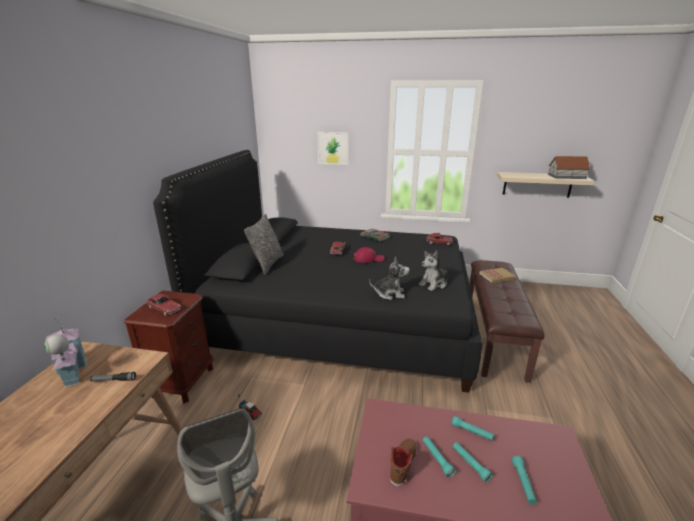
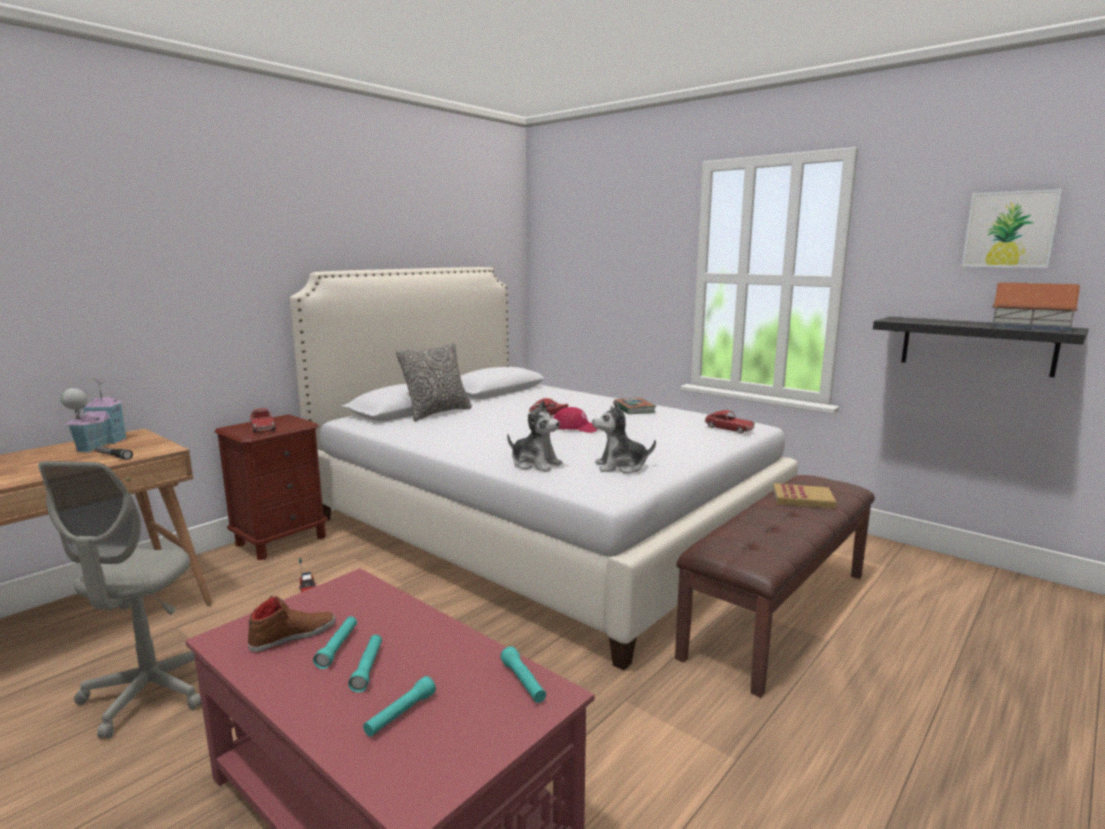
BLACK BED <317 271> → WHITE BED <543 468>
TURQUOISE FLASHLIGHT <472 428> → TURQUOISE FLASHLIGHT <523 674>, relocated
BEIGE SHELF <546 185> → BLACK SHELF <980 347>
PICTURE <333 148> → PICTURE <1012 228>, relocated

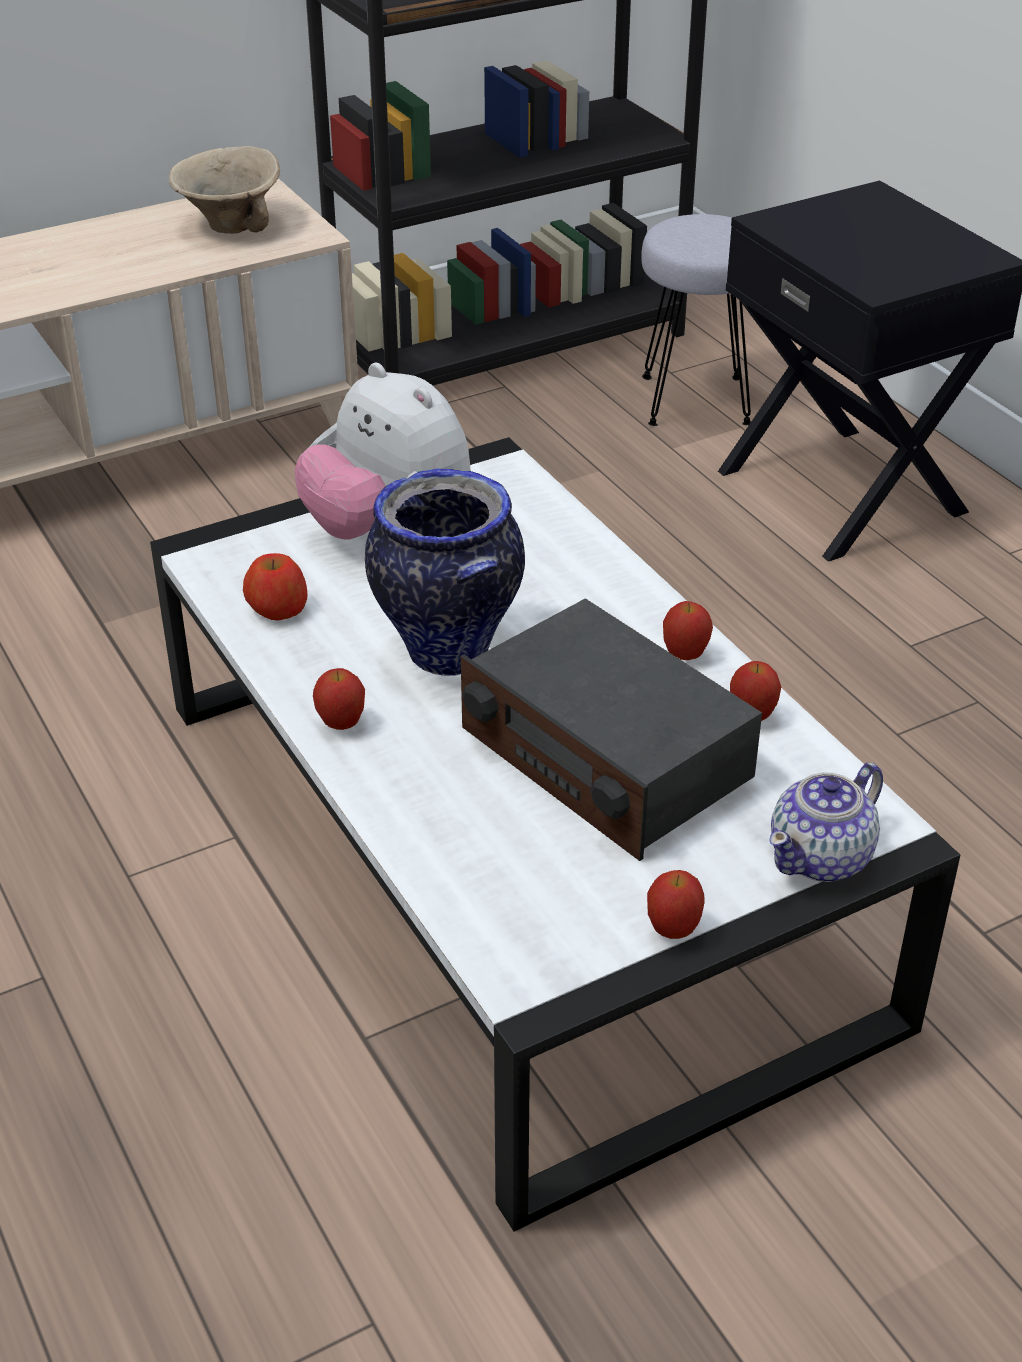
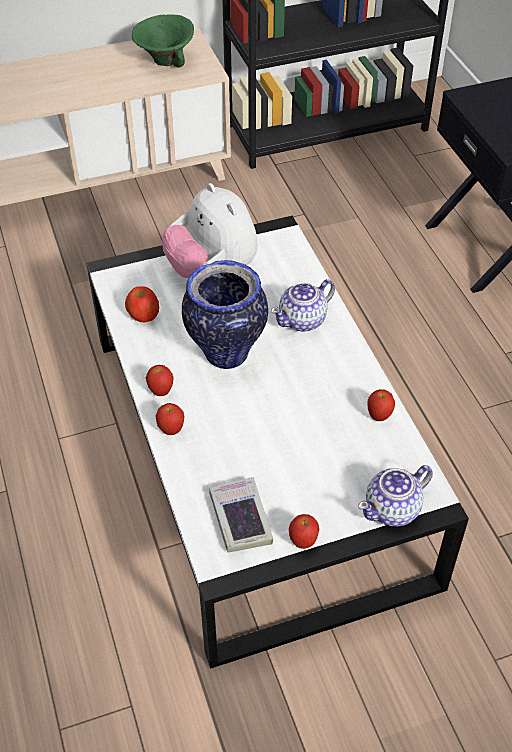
BEIGE BOWL <224 189> → GREEN BOWL <163 41>
APPLE <688 630> → APPLE <169 419>, relocated
- → BOOK <241 514>
- → TEAPOT <303 305>
RADIO <611 729> → -
GREY STOOL <696 320> → -

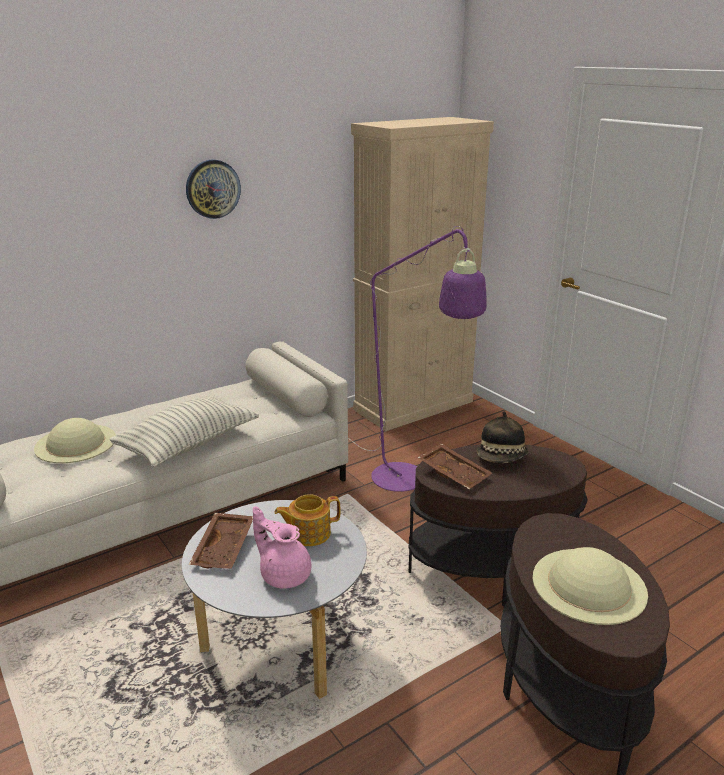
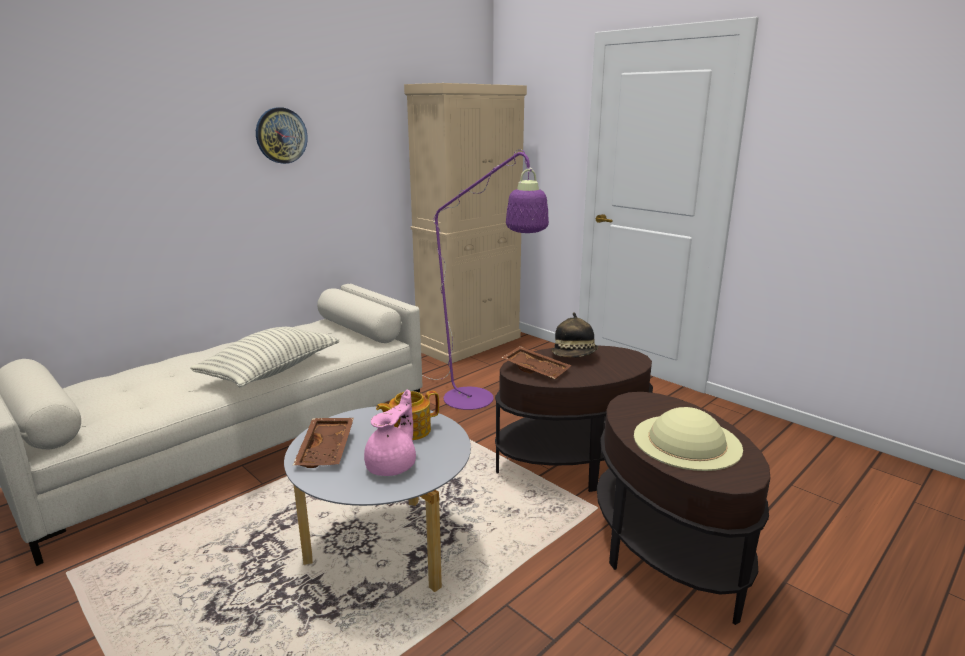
PINK TEAPOT <282 547> → PINK TEAPOT <390 433>, 90 degrees clockwise
BEIGE HAT <75 440> → -

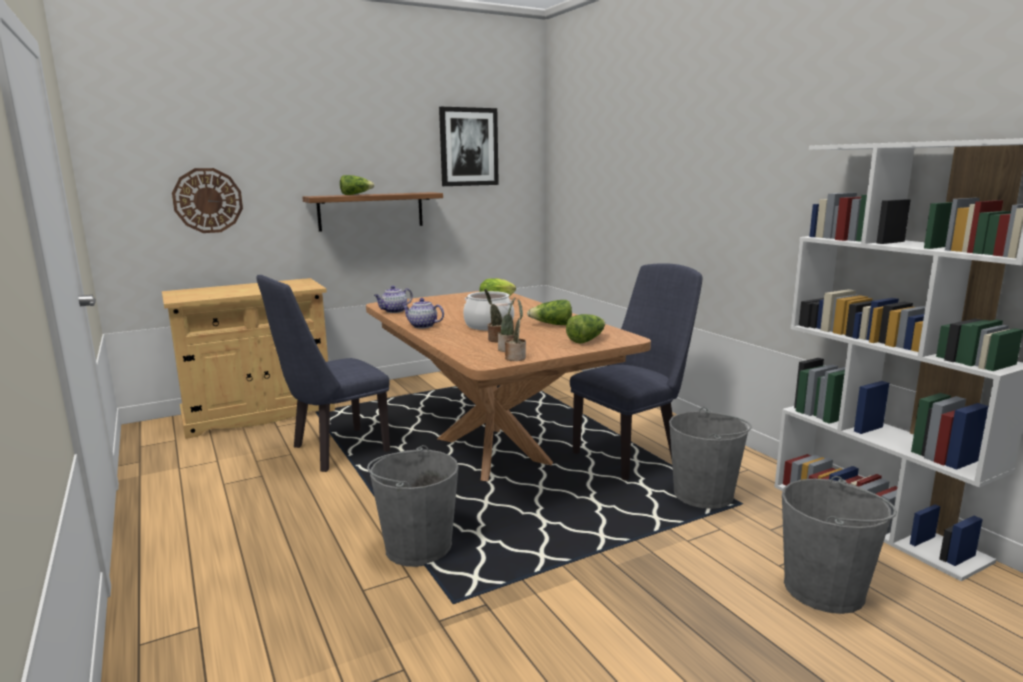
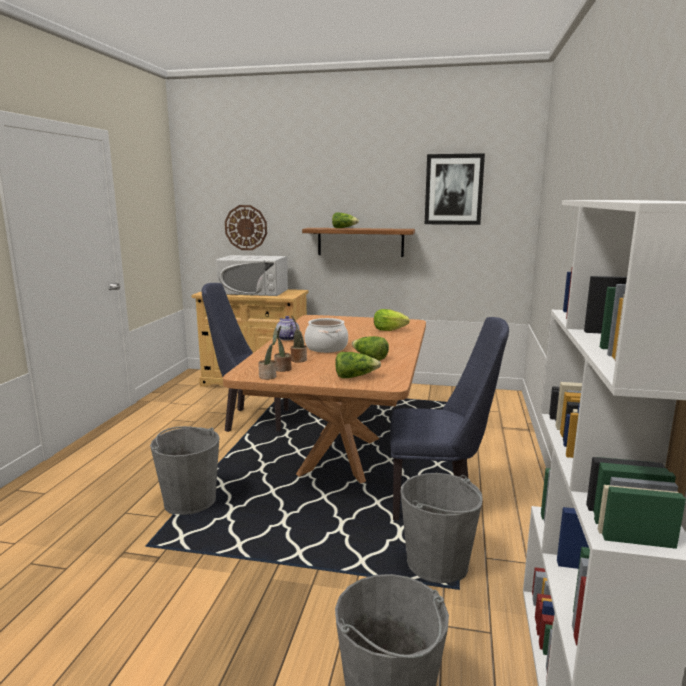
- → WHITE MICROWAVE <252 275>
TEAPOT <393 299> → -

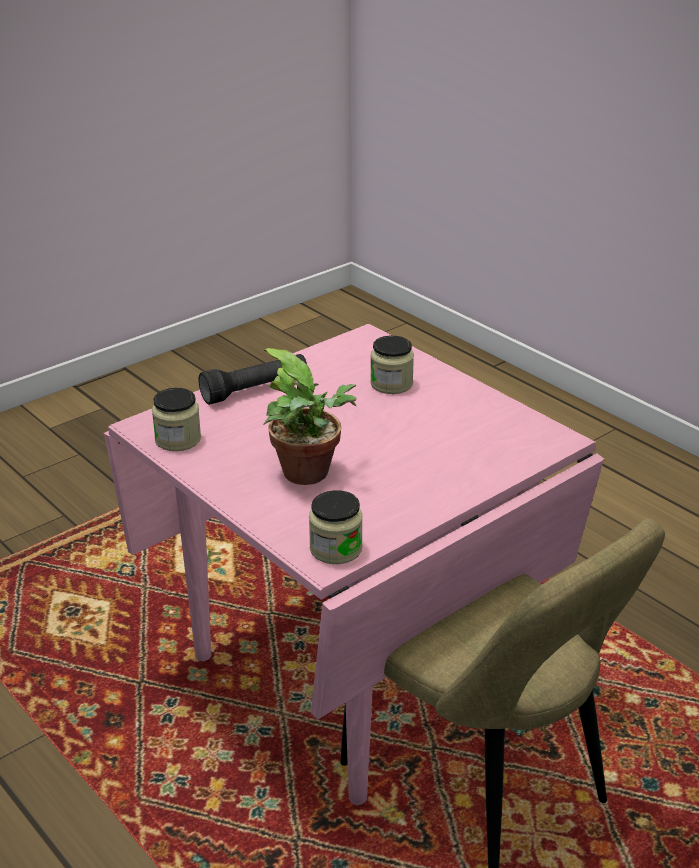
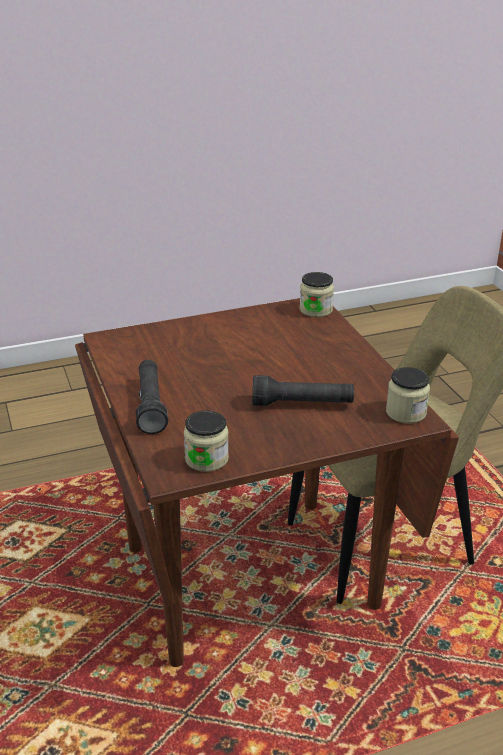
PINK DINING TABLE <354 564> → BROWN DINING TABLE <267 482>
POTTED PLANT <309 416> → BLACK FLASHLIGHT <303 390>
JAR <392 364> → JAR <316 294>, relocated

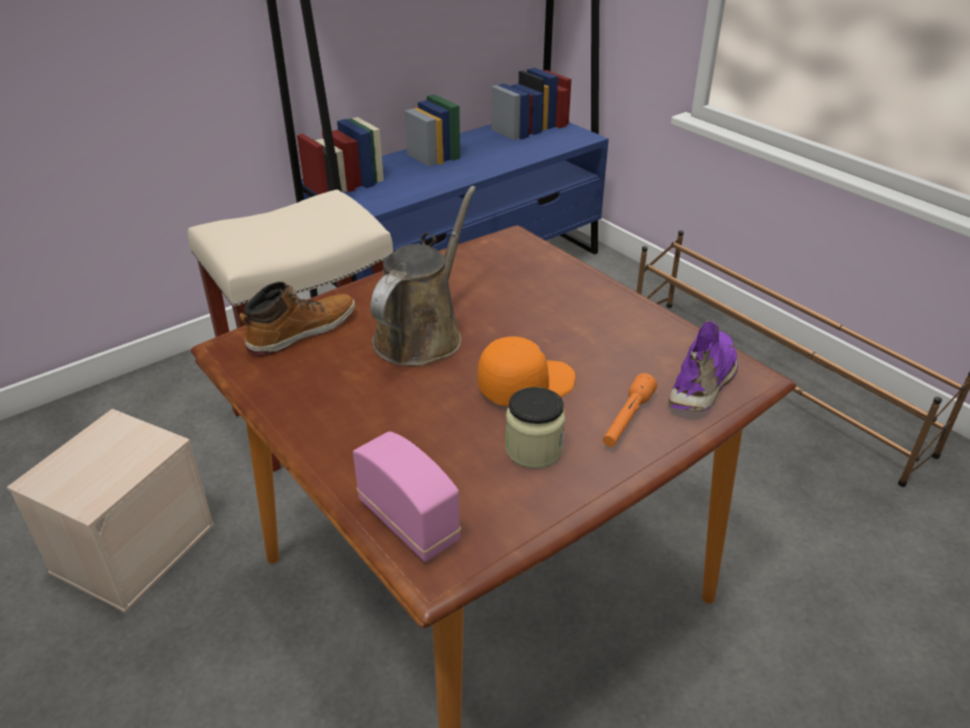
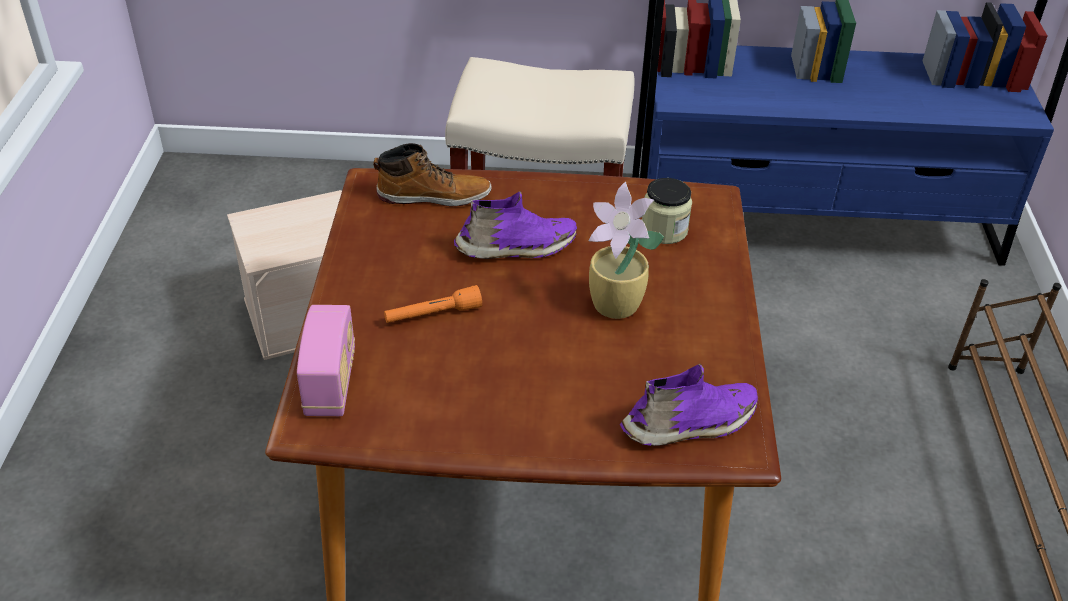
ORANGE FLASHLIGHT <630 410> → ORANGE FLASHLIGHT <433 304>, relocated
BROWN WATERING CAN <423 276> → PURPLE SHOE <515 225>
- → POTTED PLANT <626 250>
JAR <535 427> → JAR <667 211>, relocated
ORANGE CAP <526 371> → -

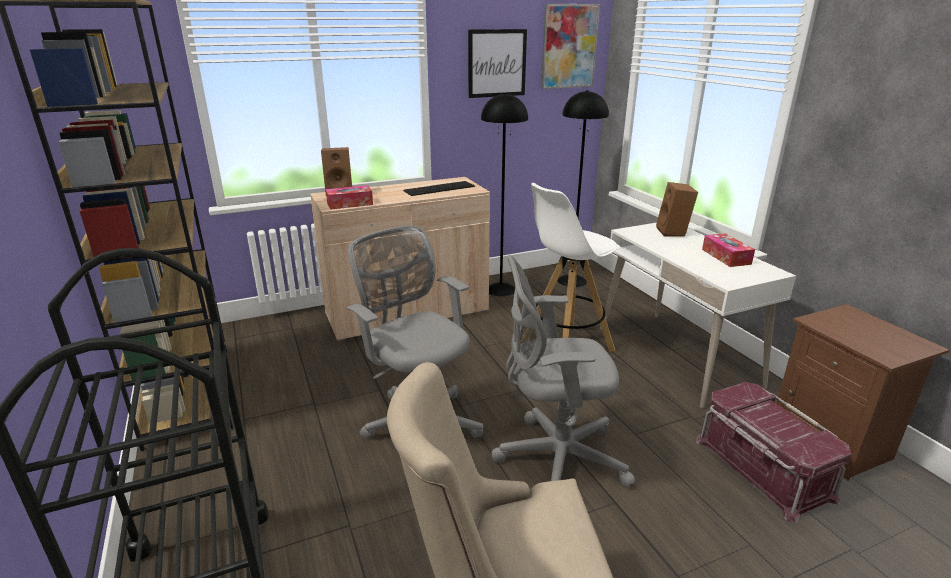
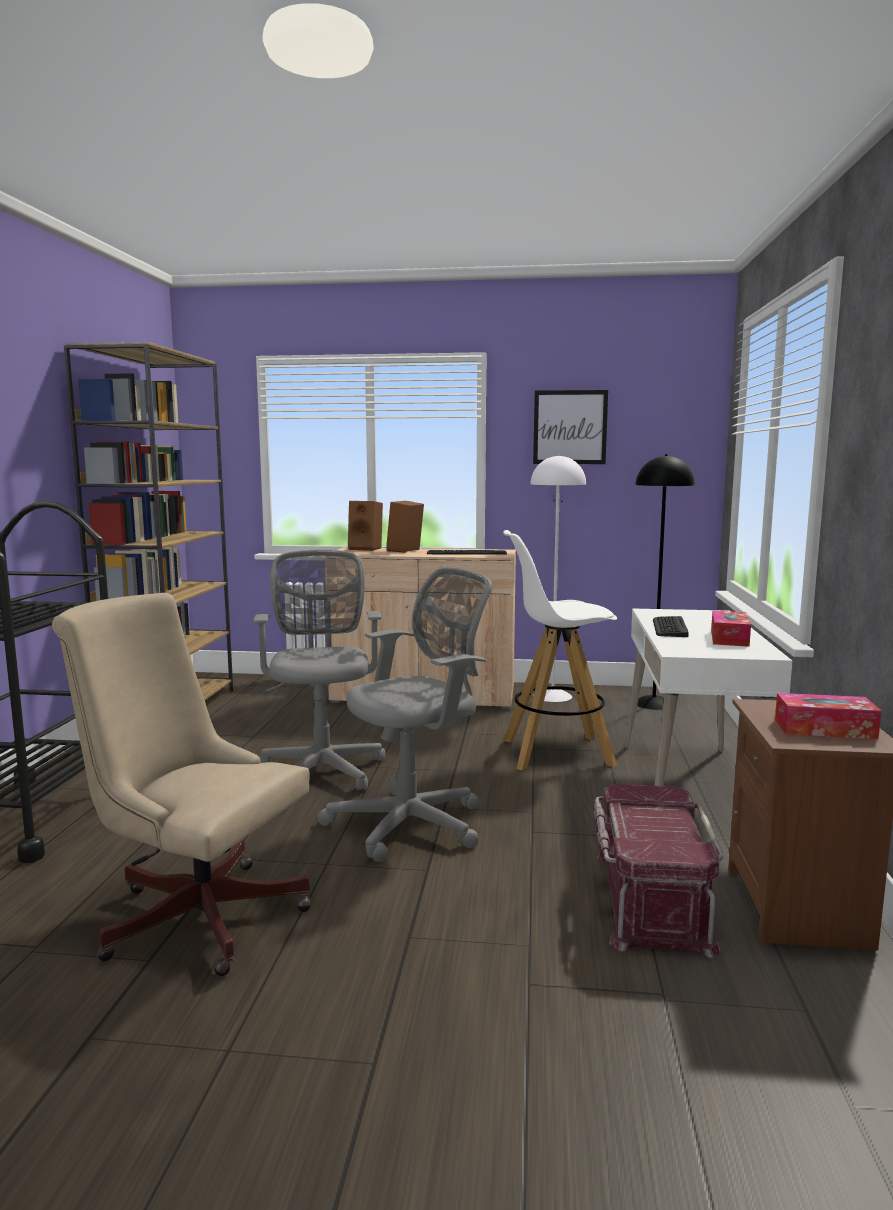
GREY OFFICE CHAIR <563 371> → GREY OFFICE CHAIR <404 714>, 120 degrees clockwise
BROWN SPEAKER <677 209> → BROWN SPEAKER <405 527>, relocated
BLACK FLOOR LAMP <504 194> → WHITE FLOOR LAMP <558 578>
- → KEYBOARD <671 626>
TISSUE BOX <349 197> → TISSUE BOX <828 716>, relocated
PICTURE <570 46> → -

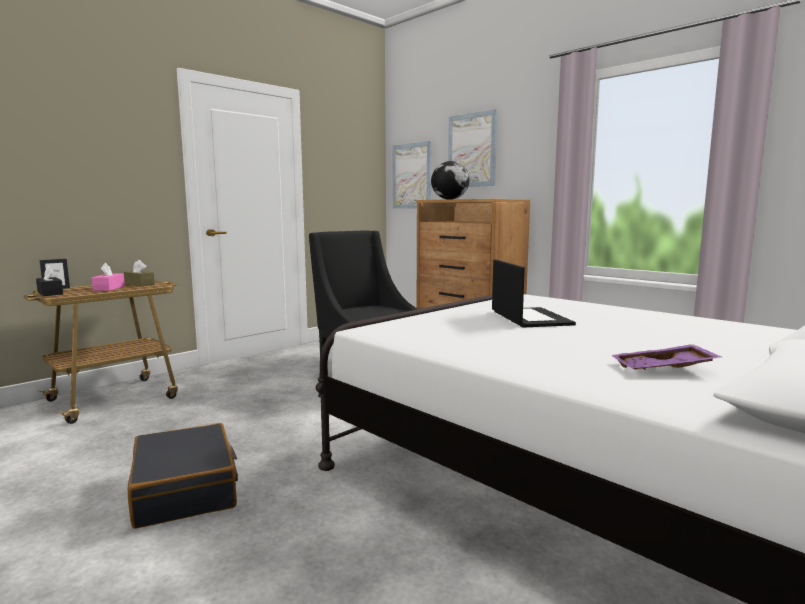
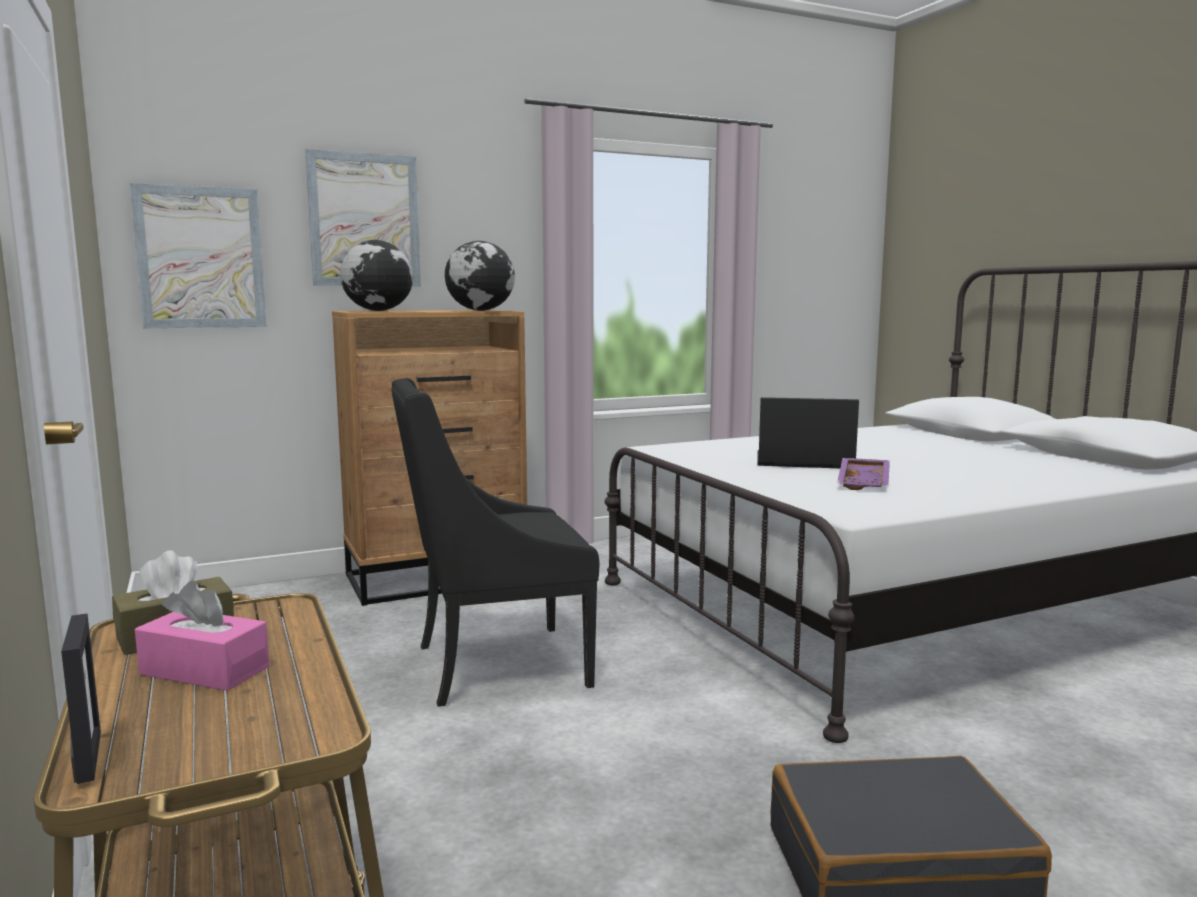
- → GLOBE <480 276>
PURPLE TRAY <666 357> → PURPLE TRAY <863 474>, relocated
BLACK TISSUE BOX <49 281> → -

